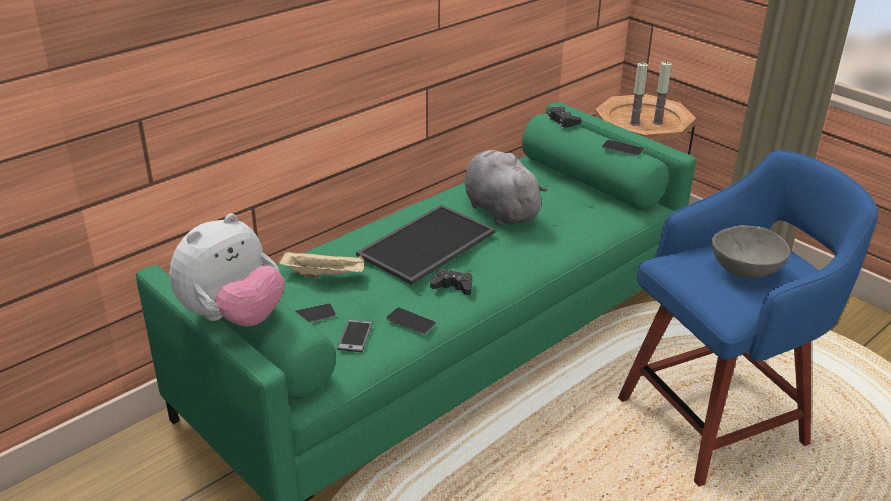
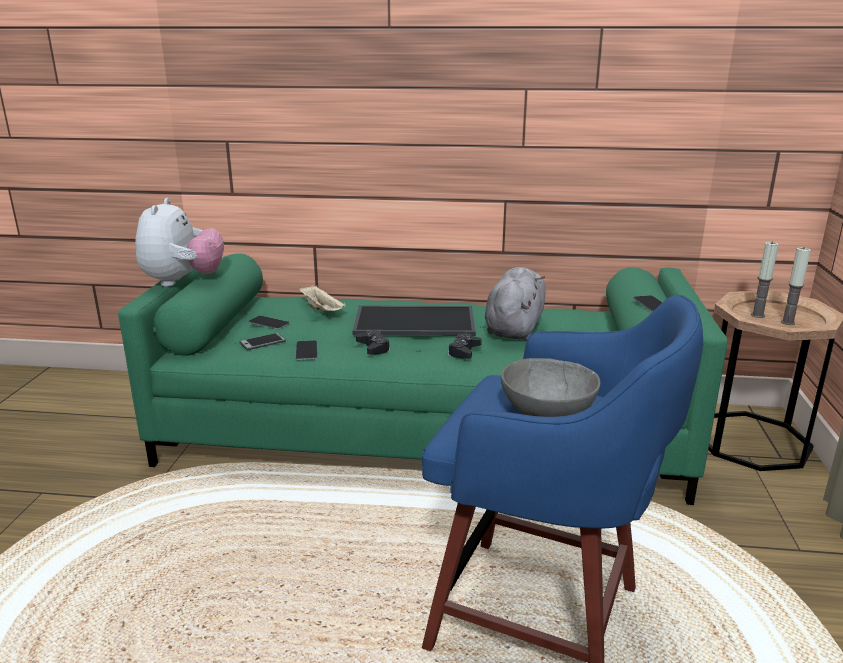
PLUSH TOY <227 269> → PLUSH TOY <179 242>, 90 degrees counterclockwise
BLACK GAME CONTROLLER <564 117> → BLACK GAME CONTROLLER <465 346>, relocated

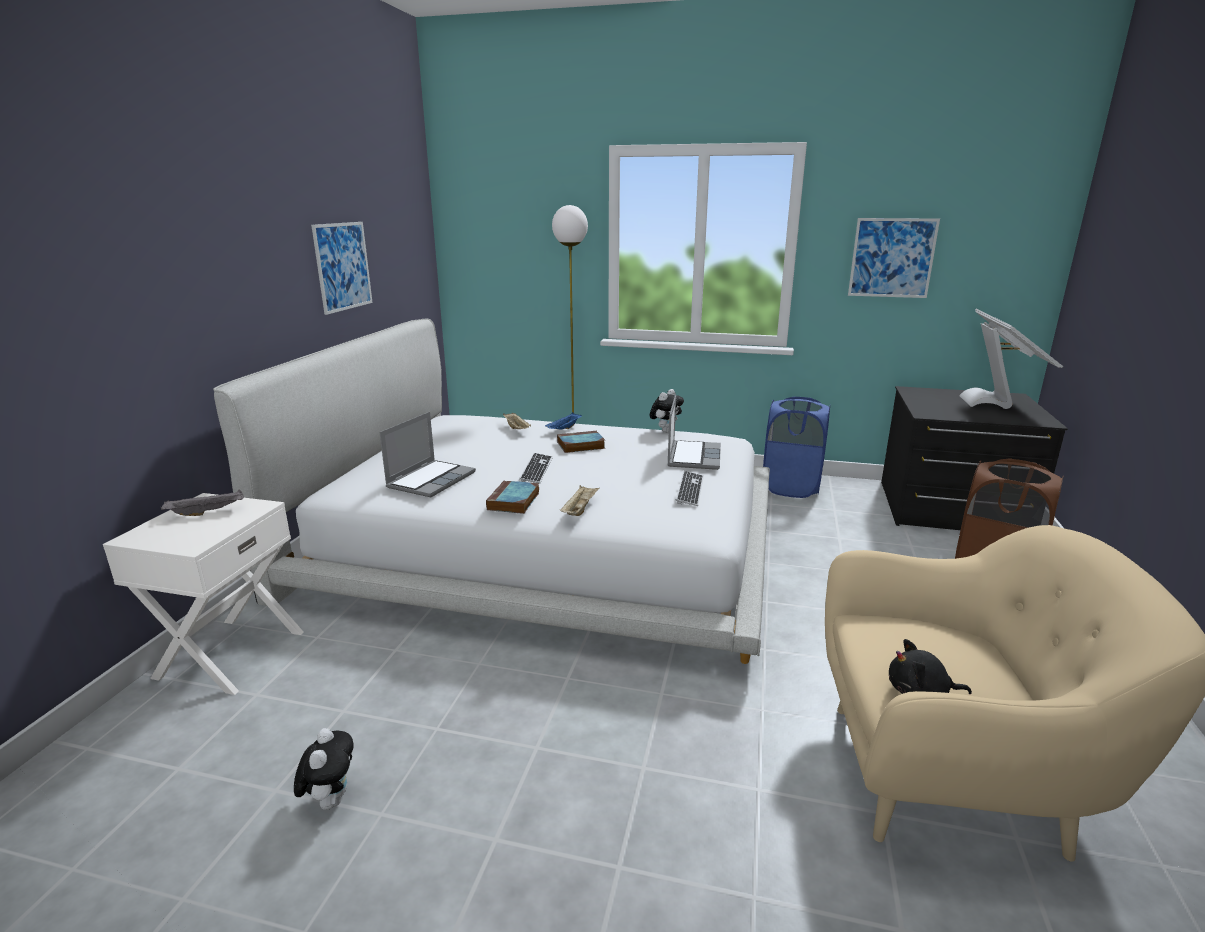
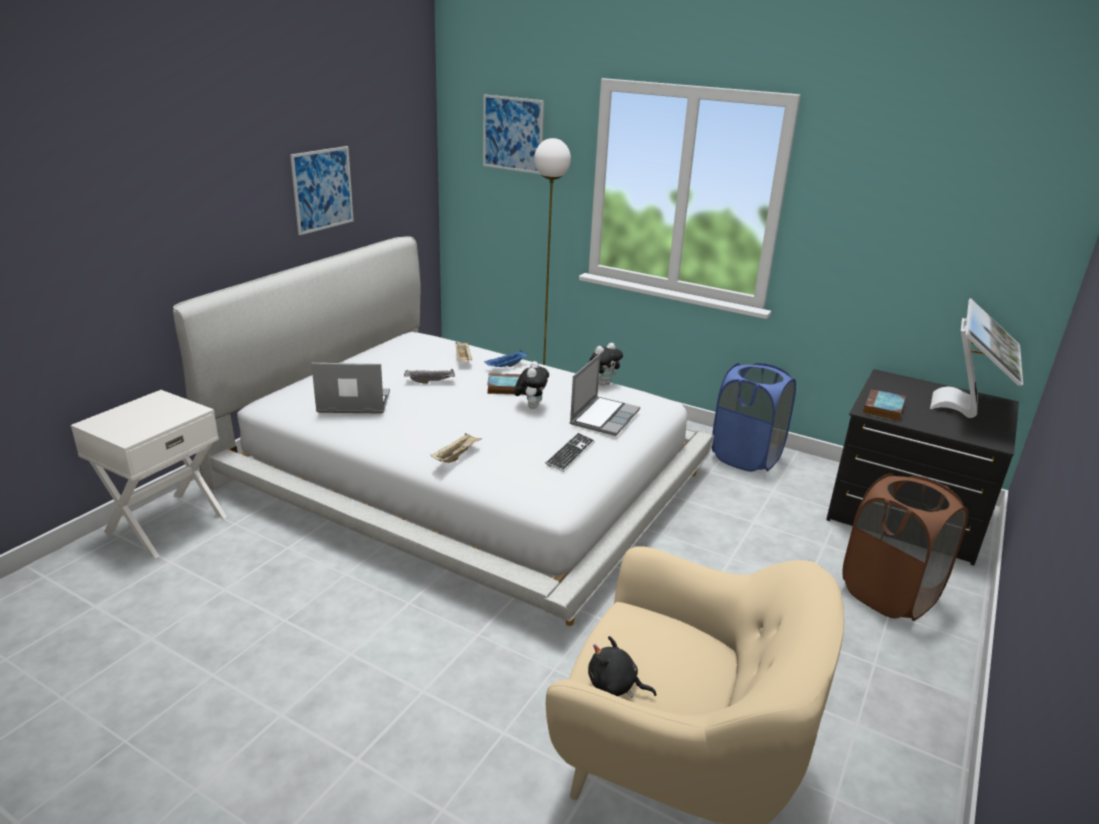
LAPTOP <427 454> → LAPTOP <350 388>, 135 degrees counterclockwise
GREY TRAY <202 502> → GREY TRAY <429 376>, relocated
PICTURE <894 258> → PICTURE <513 134>, relocated
PLUSH TOY <323 769> → PLUSH TOY <531 385>, relocated
BOOK <512 497> → BOOK <884 405>, relocated
KEYBOARD <536 468> → -

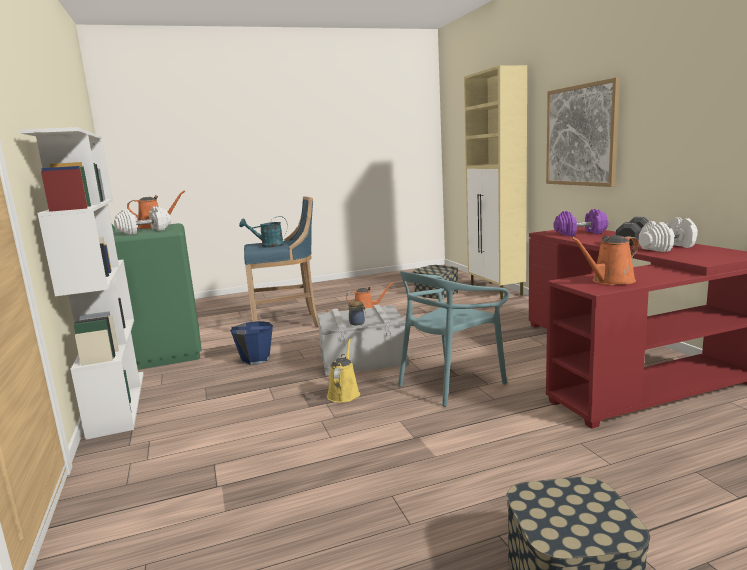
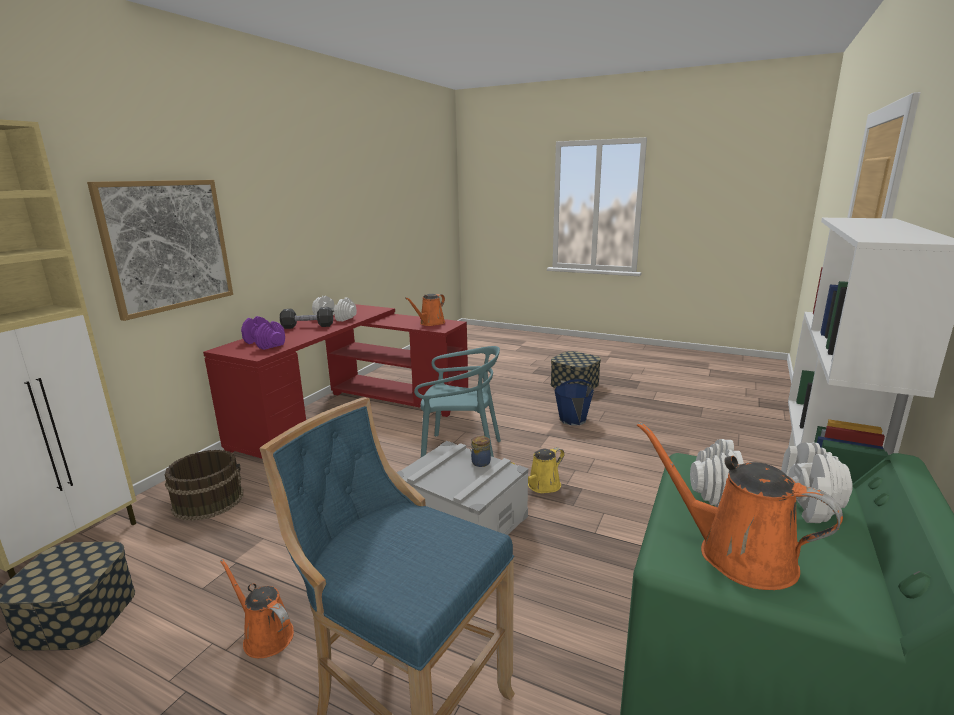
- → BROWN BUCKET <204 485>
ORANGE WATERING CAN <605 260> → ORANGE WATERING CAN <425 310>, 105 degrees clockwise
BLUE BUCKET <251 343> → BLUE BUCKET <574 402>, relocated
TURQUOISE WATERING CAN <263 232> → -

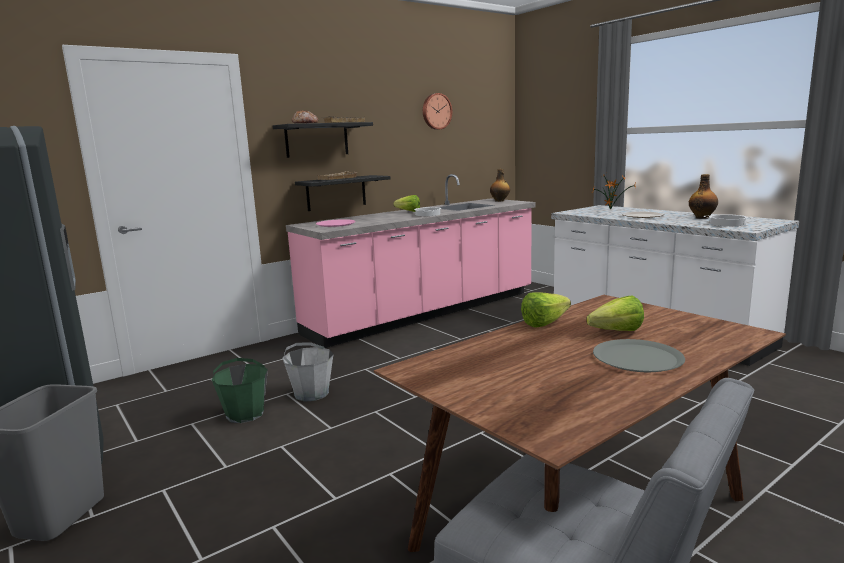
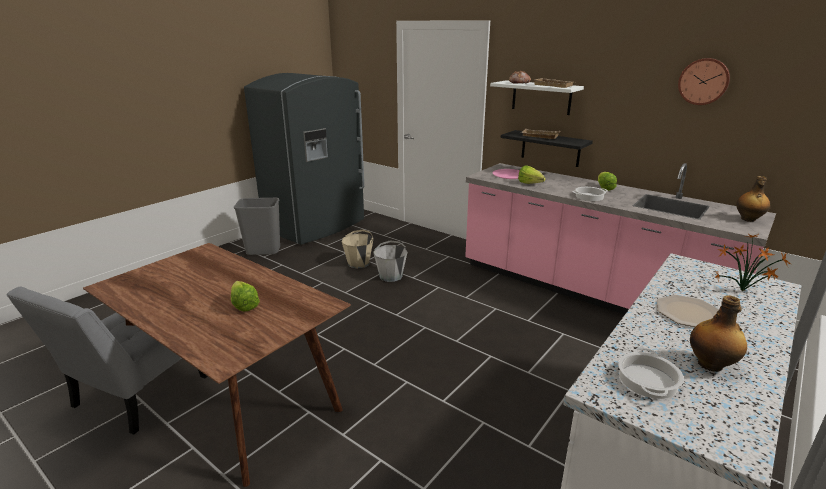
GREEN BUCKET <240 390> → BEIGE BUCKET <357 249>
BLACK SHELF <323 140> → WHITE SHELF <537 97>
LETTUCE <546 309> → LETTUCE <532 175>, relocated
GREY PLATE <639 355> → -

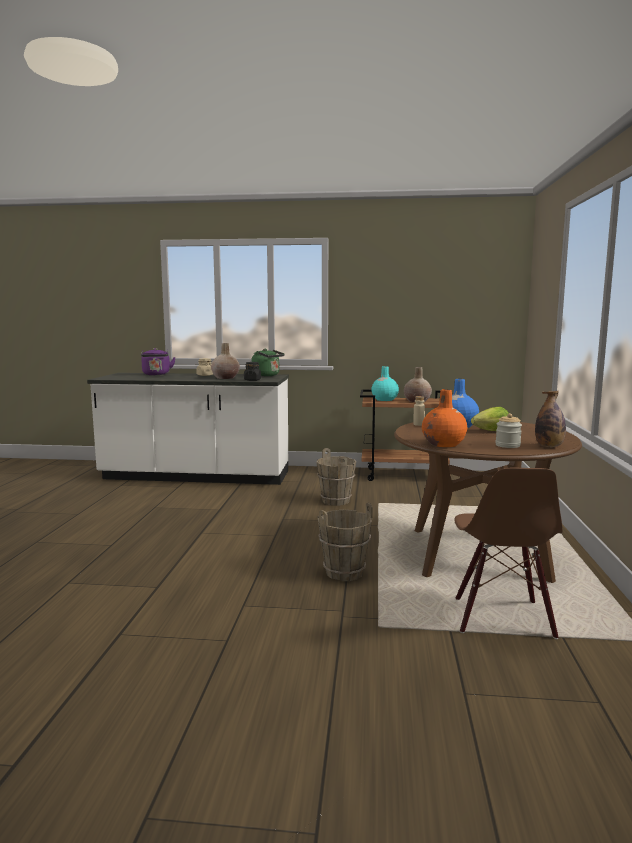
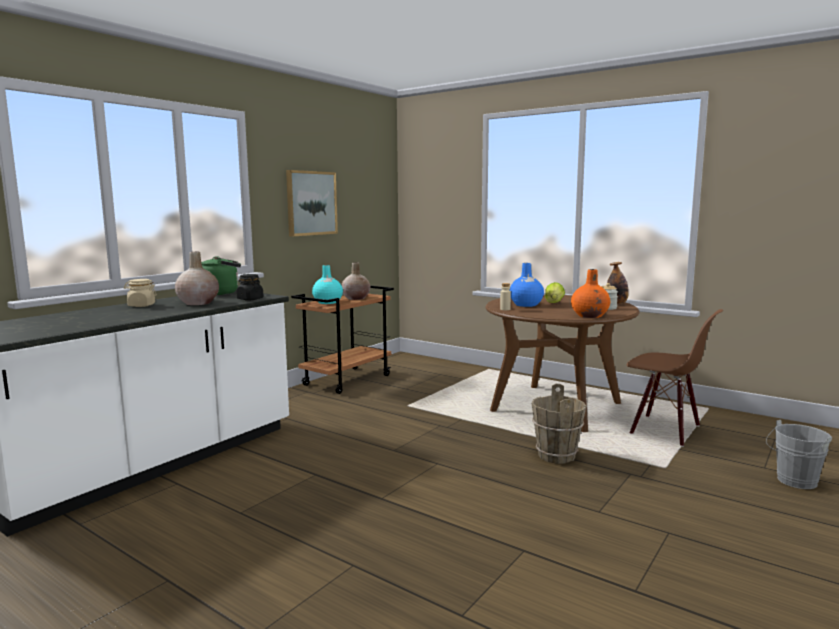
- → PICTURE <312 203>
- → GREY BUCKET <799 454>
PURPLE KETTLE <158 361> → -
BROWN BUCKET <336 477> → -

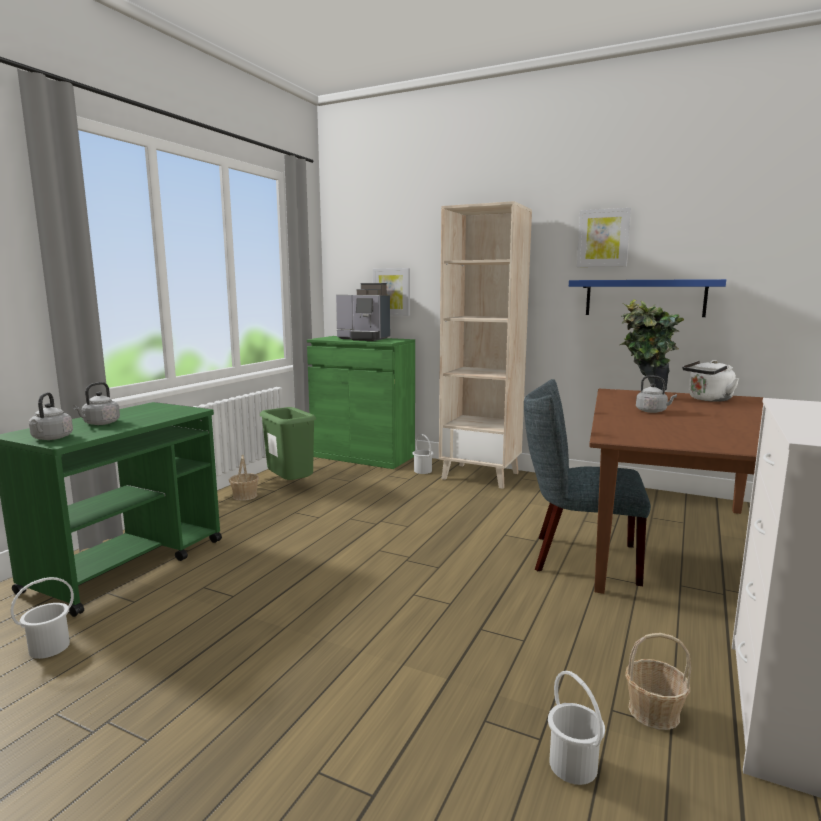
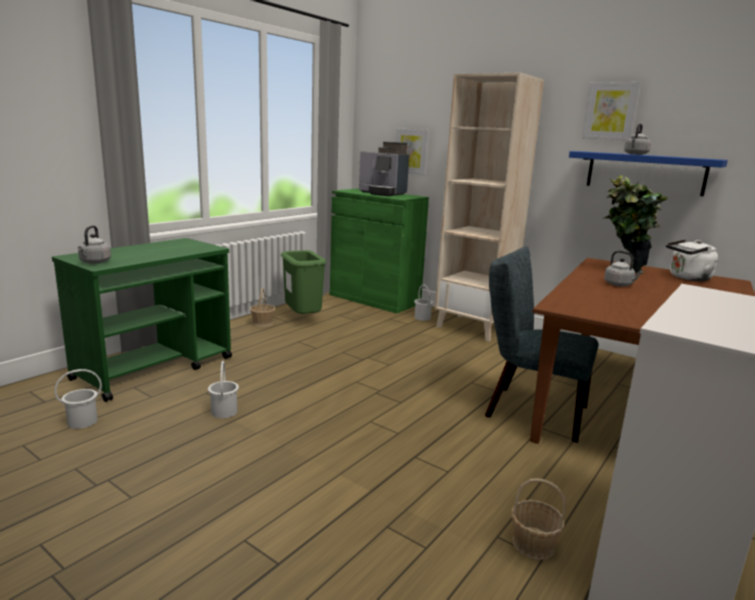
WHITE BUCKET <576 728> → WHITE BUCKET <223 389>, relocated
GREY KETTLE <96 403> → GREY KETTLE <637 139>, relocated

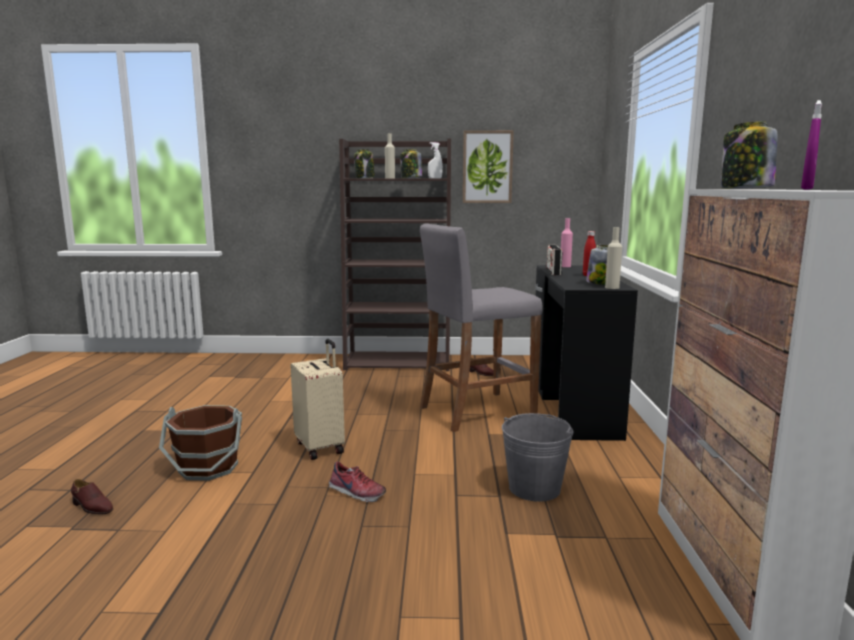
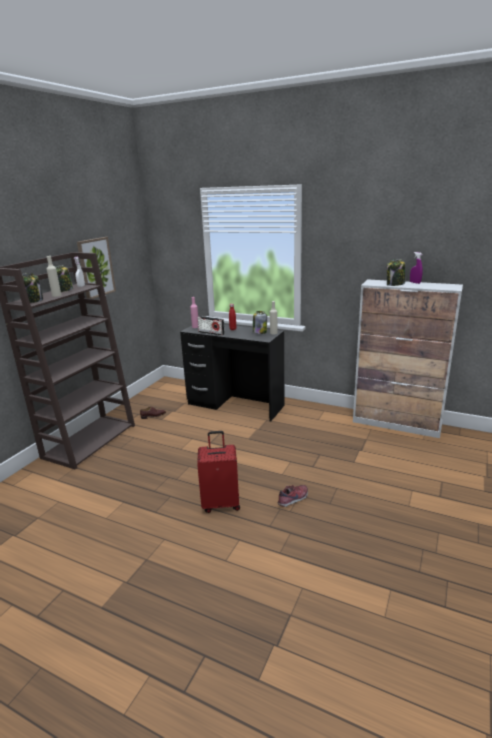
BEIGE SUITCASE <318 399> → RED SUITCASE <218 472>
BROWN SHOE <92 496> → -
BROWN BUCKET <200 443> → -
GREY STOOL <481 328> → -
GREY BUCKET <538 457> → -

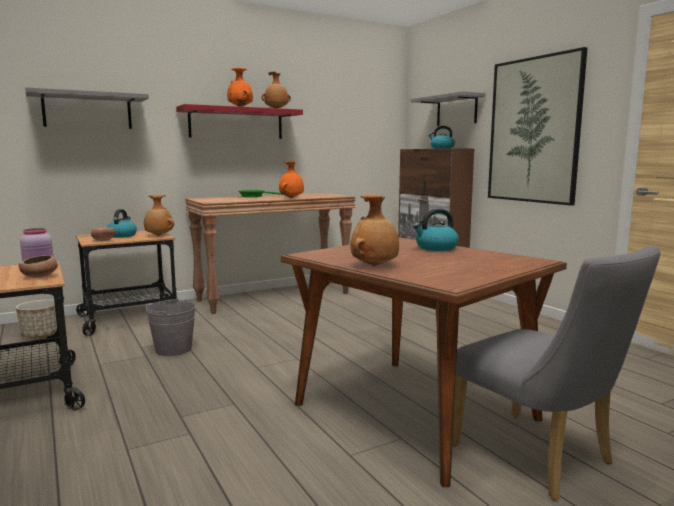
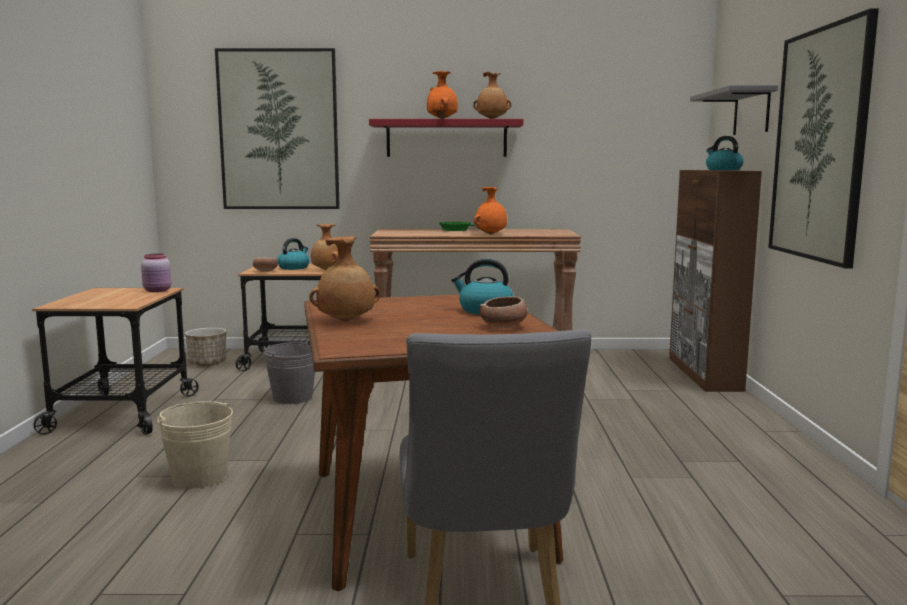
- → BEIGE BUCKET <195 444>
GREY SHELF <87 108> → PICTURE <277 128>
BOWL <38 266> → BOWL <504 312>, relocated

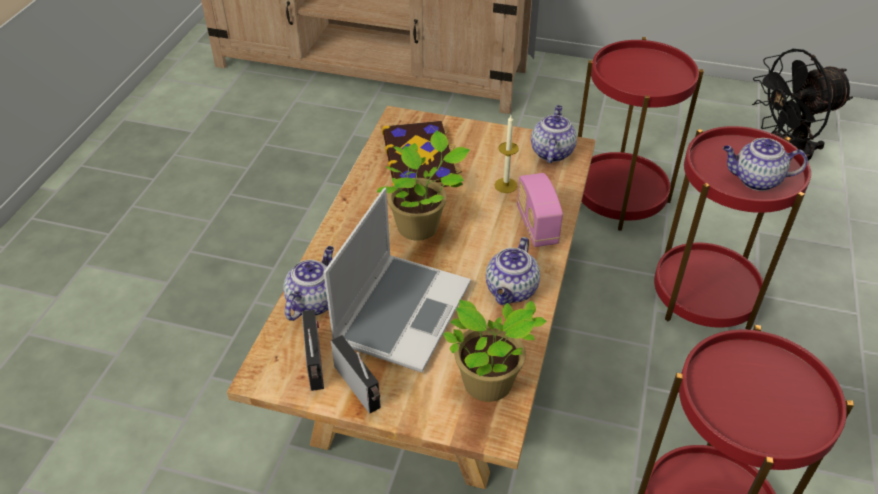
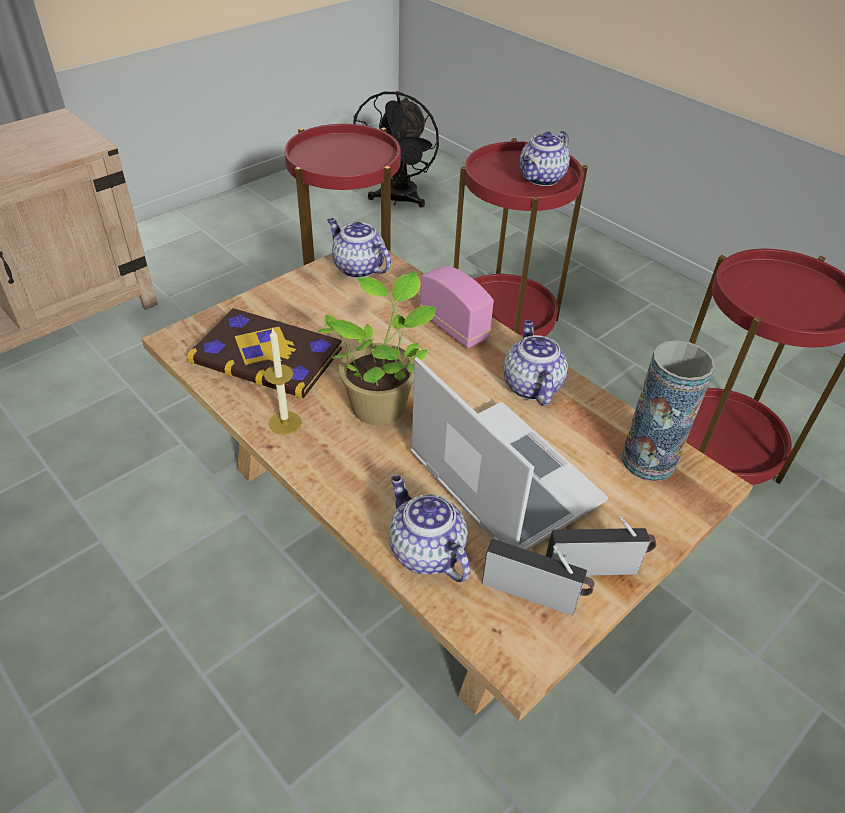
CANDLE <506 154> → CANDLE <283 381>, relocated
RADIO <540 210> → RADIO <456 306>, 150 degrees counterclockwise
TEAPOT <513 271> → TEAPOT <535 363>, 150 degrees counterclockwise
POTTED PLANT <495 351> → VASE <668 410>

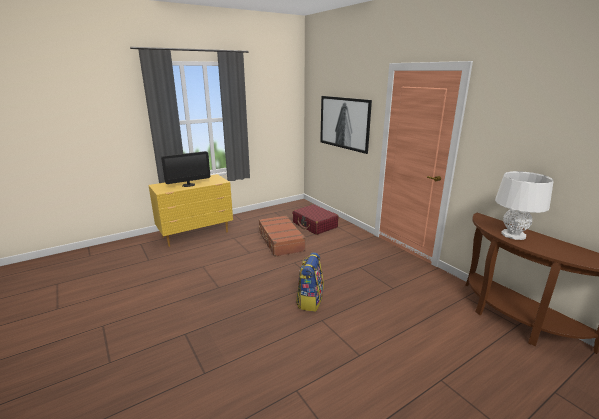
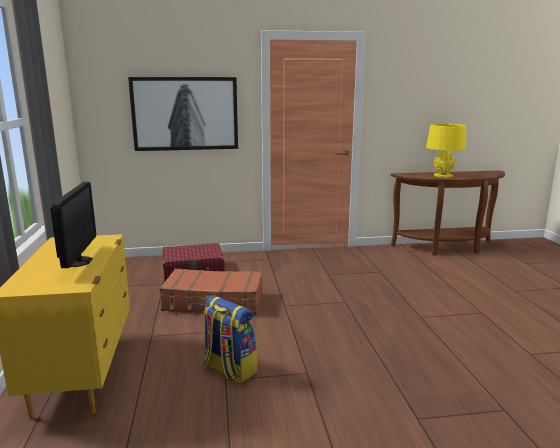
BACKPACK <310 282> → BACKPACK <230 339>, relocated
WHITE TABLE LAMP <524 205> → YELLOW TABLE LAMP <446 150>

